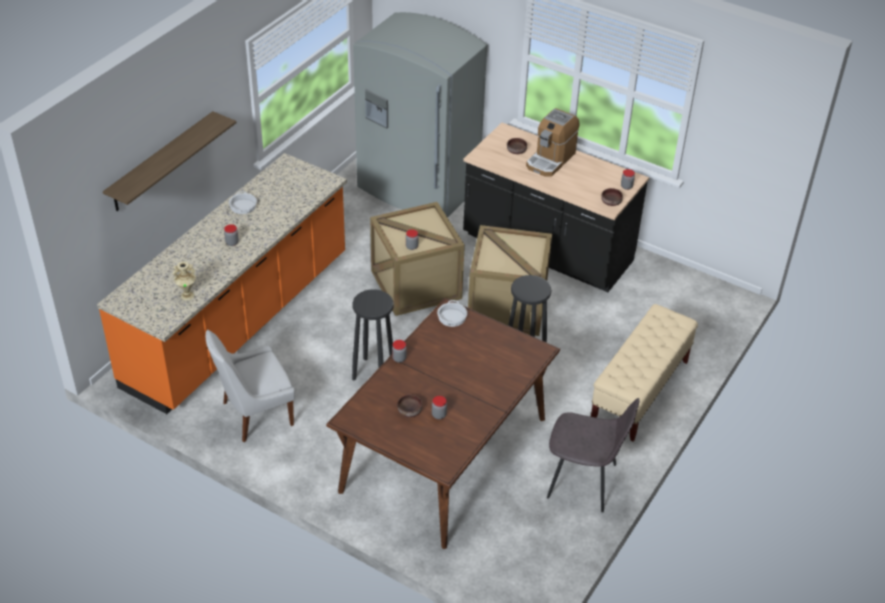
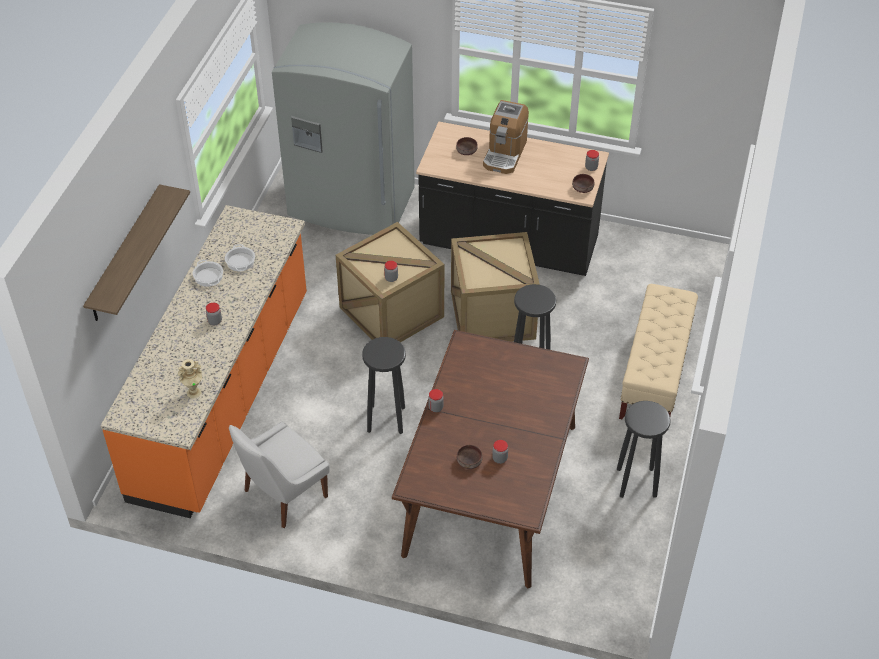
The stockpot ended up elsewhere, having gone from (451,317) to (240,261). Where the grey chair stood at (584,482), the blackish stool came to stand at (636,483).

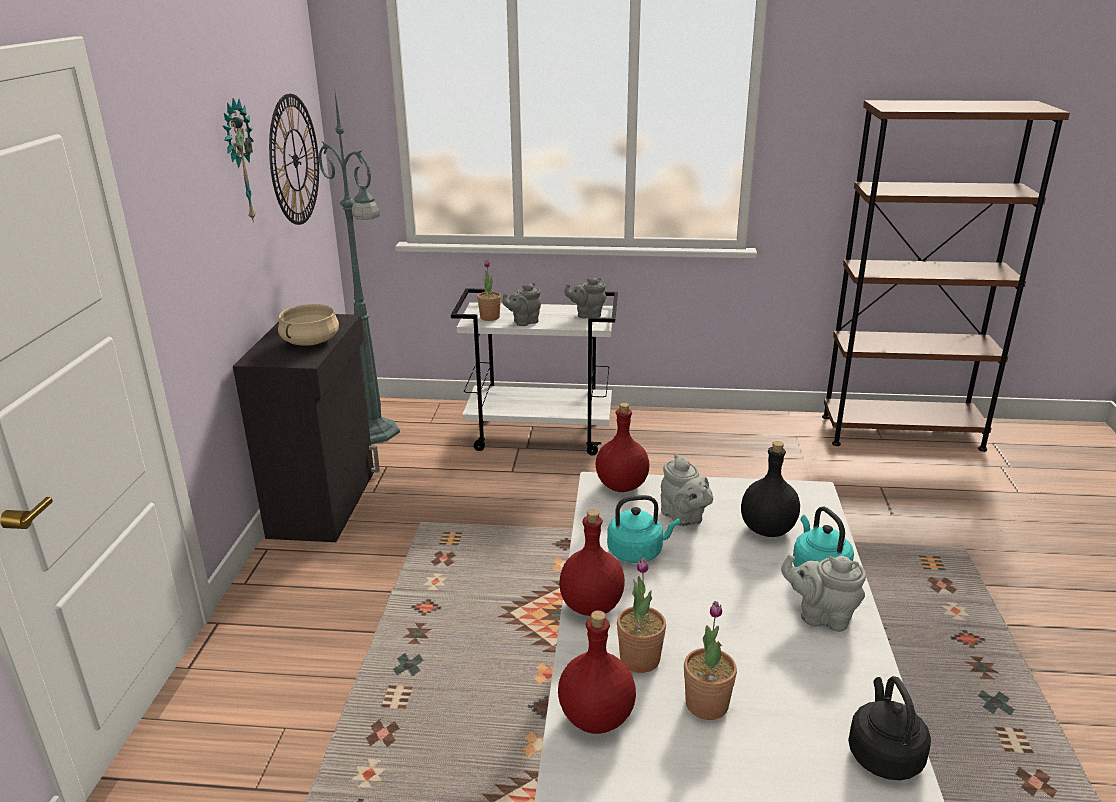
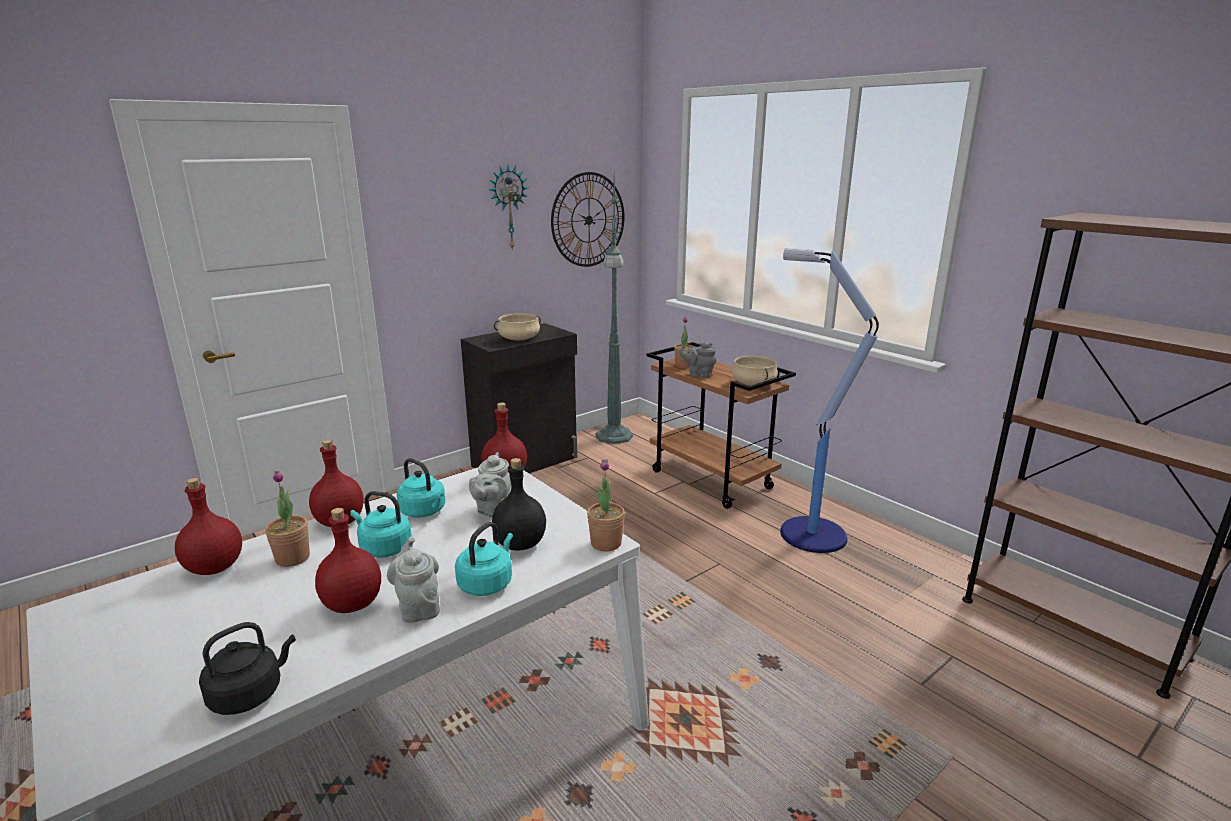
Where the grey tea pot stood at (587,315), the sand-coloured stockpot came to stand at (754,383). What was the white-coloured wheeled cart at (541,434) turned into the brownish wheeled cart at (712,480). The potted plant ended up elsewhere, having gone from (706,704) to (606,543). The second view gained the floor lamp at (810,534). The second view gained the turquoise-coloured water kettle at (383,548). The second view gained the reddish beverage bottle at (352,604).

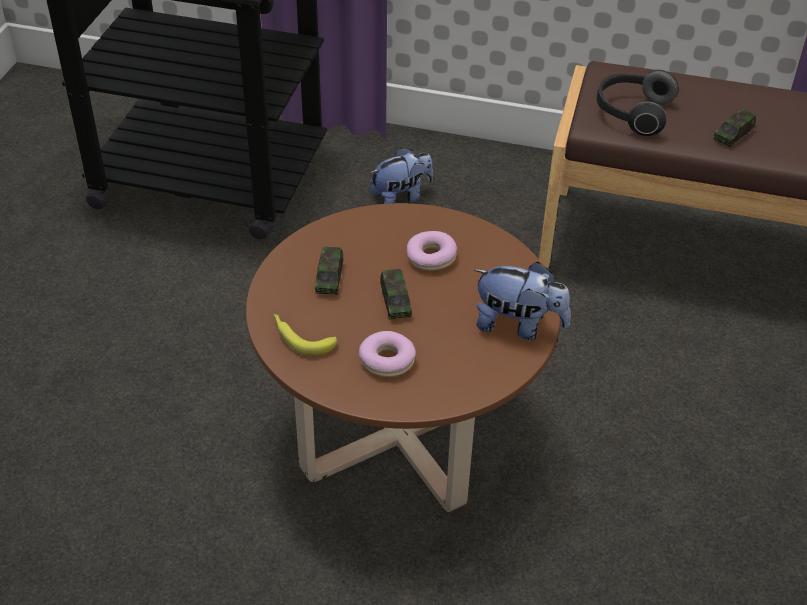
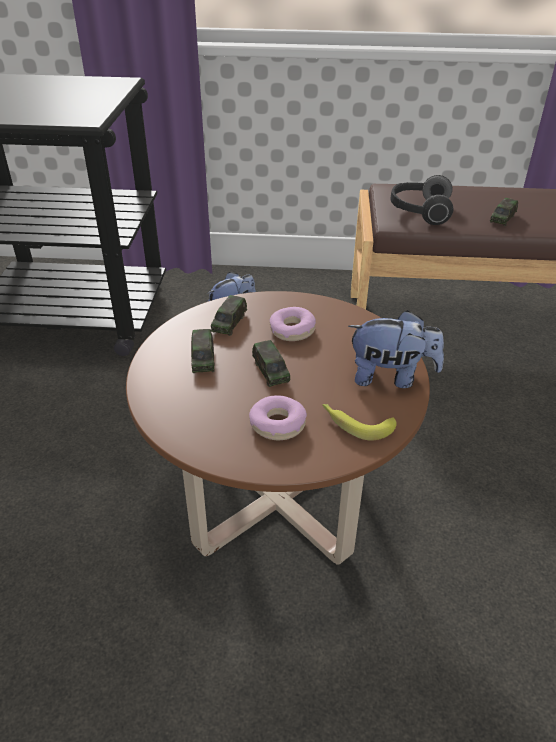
The whole banana ended up elsewhere, having gone from (300,338) to (355,424). The second view gained the model car at (229,323).

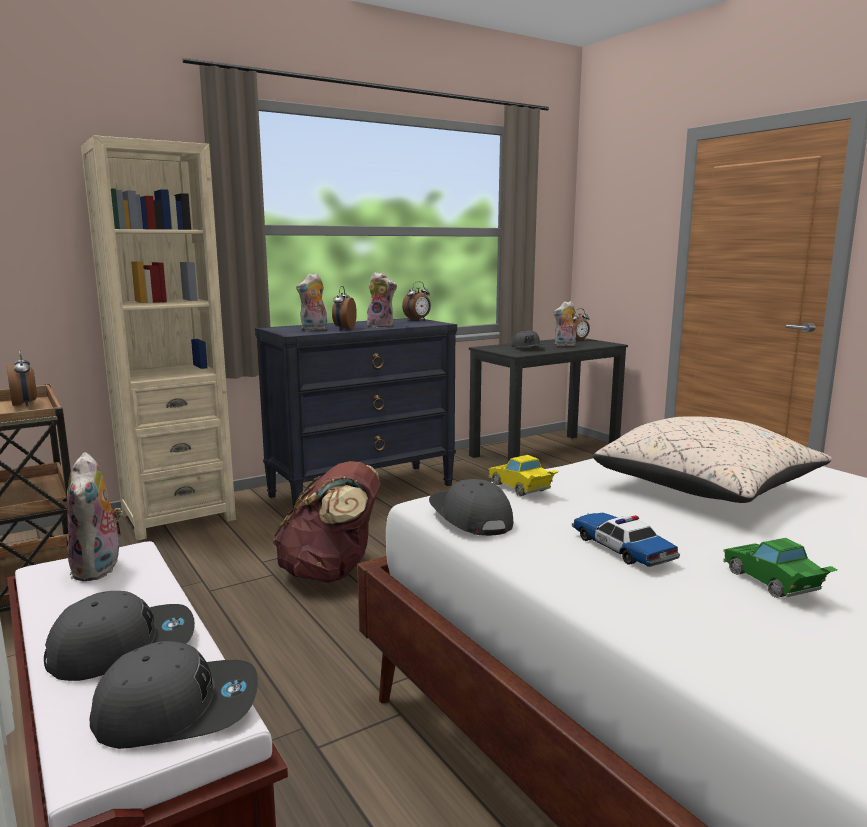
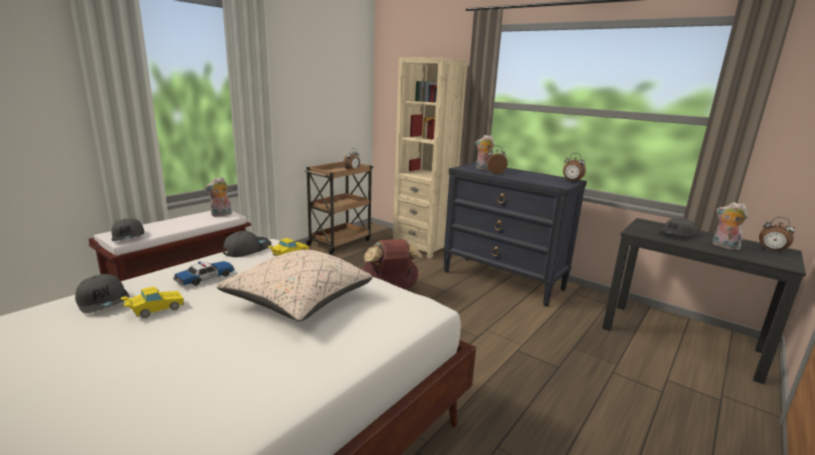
The second view lost the plush toy at (382,326). What was the greenish model car at (774,584) turned into the yellowish model car at (154,310). The grey peaked cap ended up elsewhere, having gone from (123,647) to (104,301).

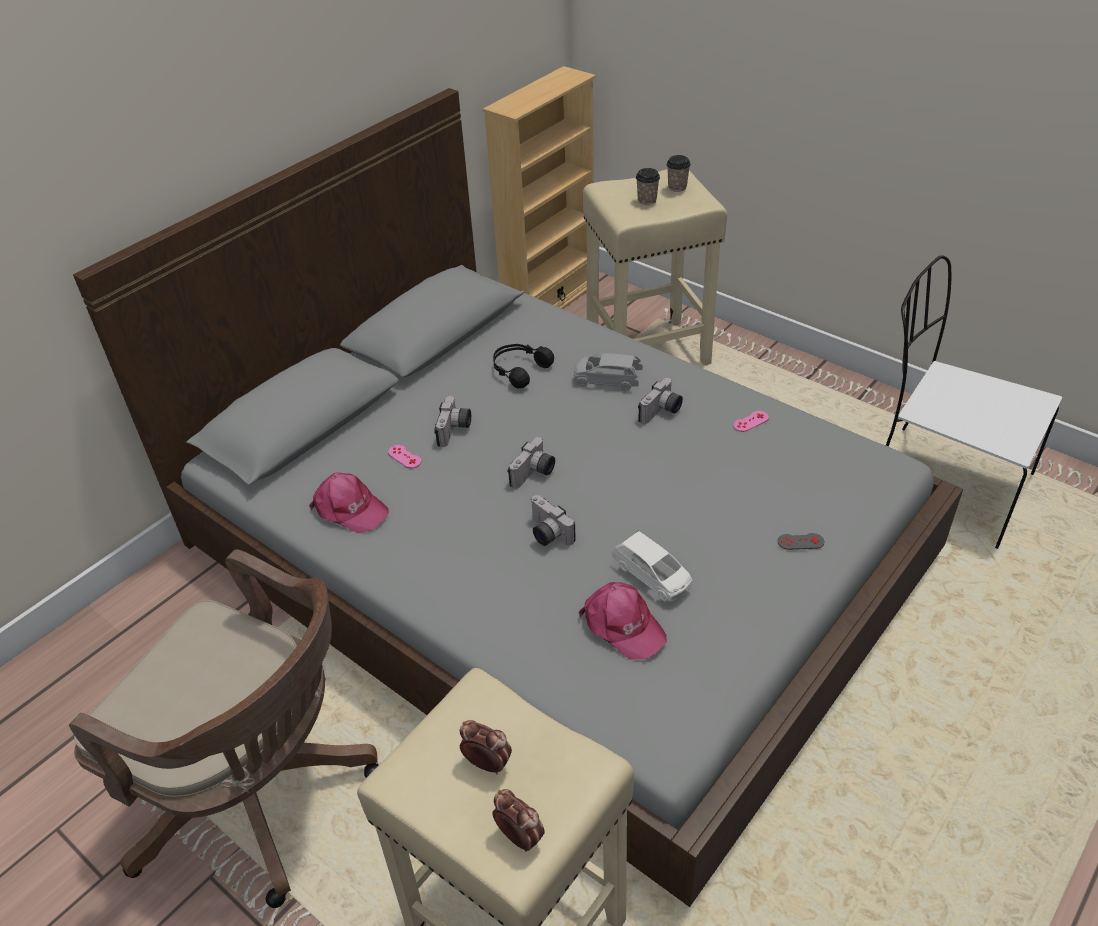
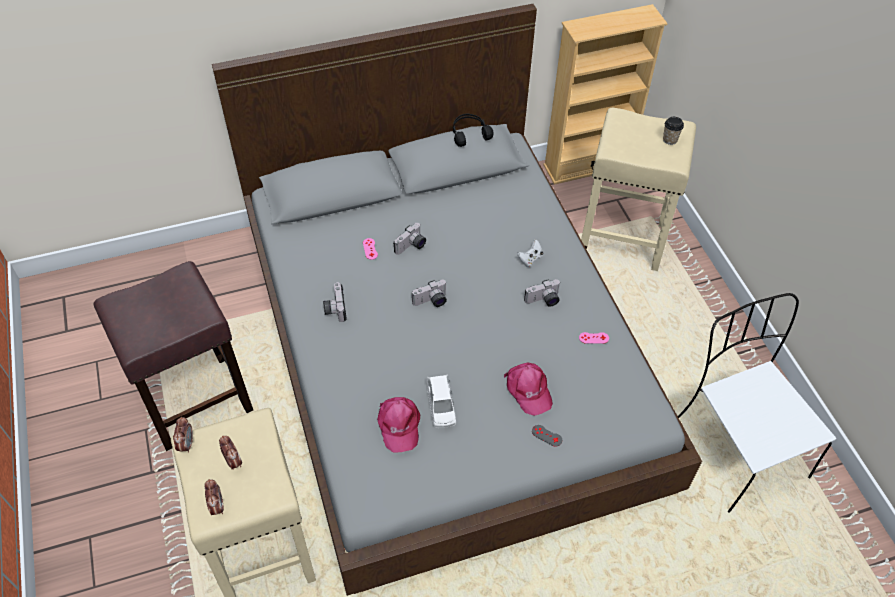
The second view lost the cup at (647,200). The blackish headphones ended up elsewhere, having gone from (519,370) to (469,134). Where the grey model car stood at (607,380), the white-coloured joypad came to stand at (530,259). The pinkish peaked cap ended up elsewhere, having gone from (349,509) to (528,390). The still camera ended up elsewhere, having gone from (547,534) to (334,308). Where the brownish computer chair stood at (262,797), the brownish stool came to stand at (194,403). The second view gained the alarm clock at (186,444).

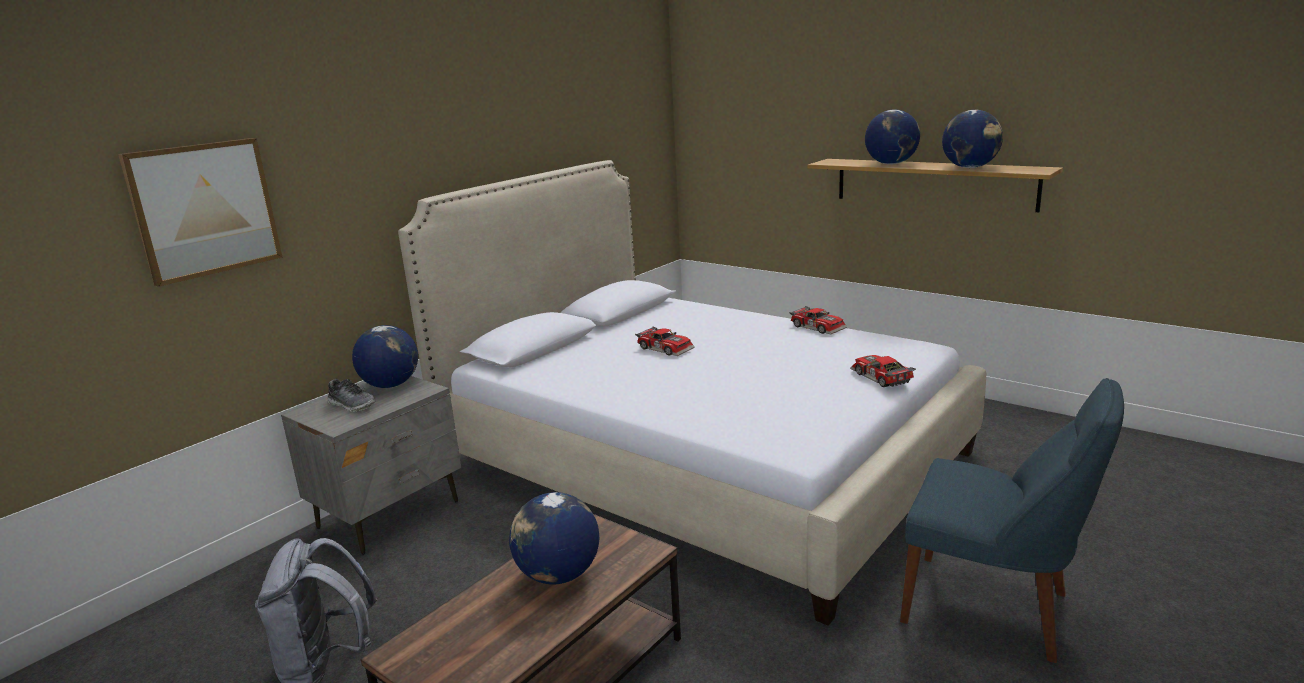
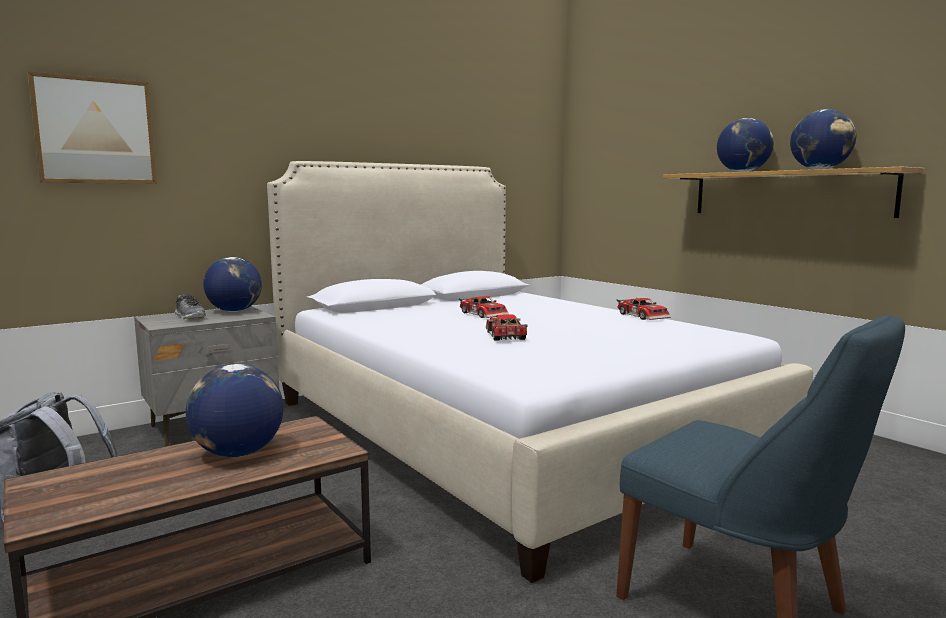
The model car ended up elsewhere, having gone from (880,377) to (503,335).

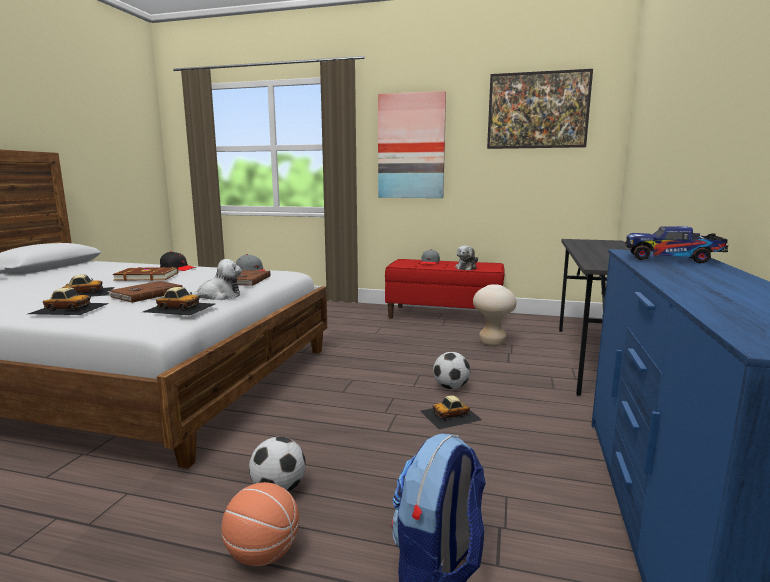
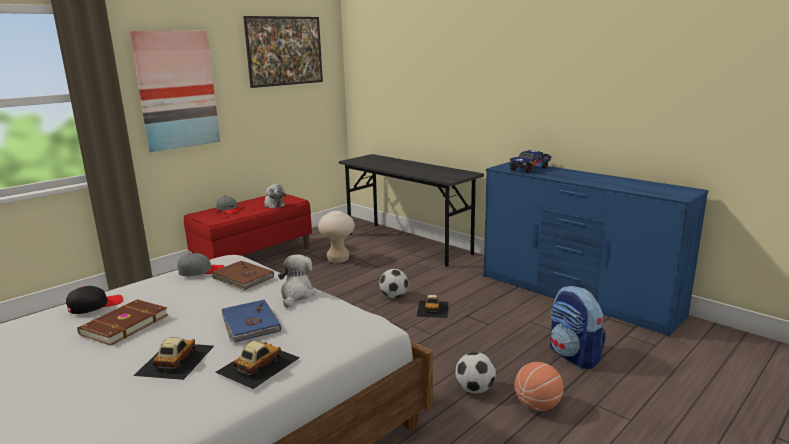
What was the brownish bound book at (146,294) turned into the blue bound book at (249,324). The second view lost the model car at (180,307).

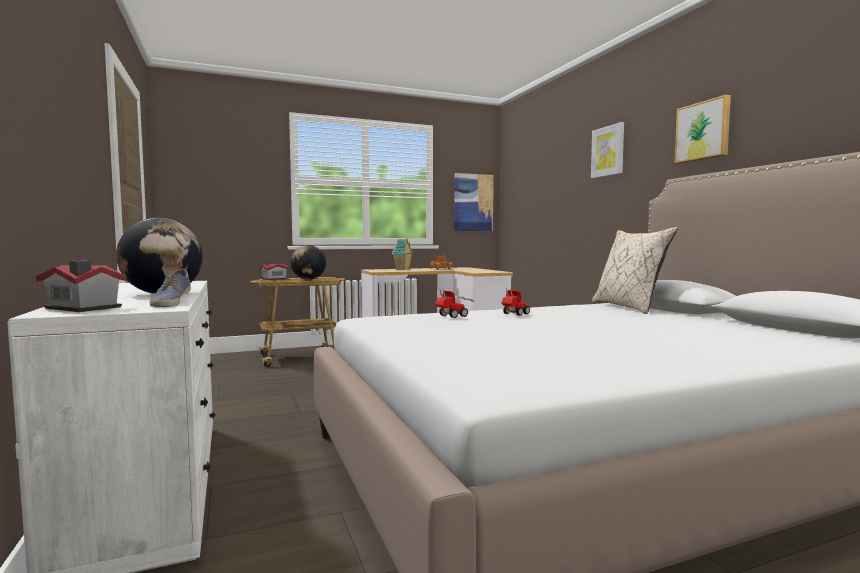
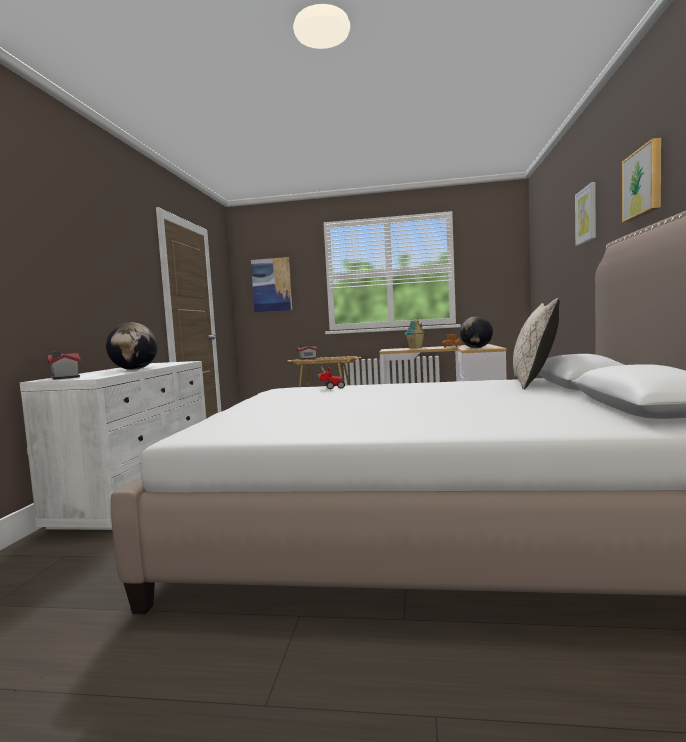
The wall picture ended up elsewhere, having gone from (473,202) to (271,285). The world globe ended up elsewhere, having gone from (308,279) to (476,348). The second view lost the shoe at (171,303). The second view lost the model car at (514,314).

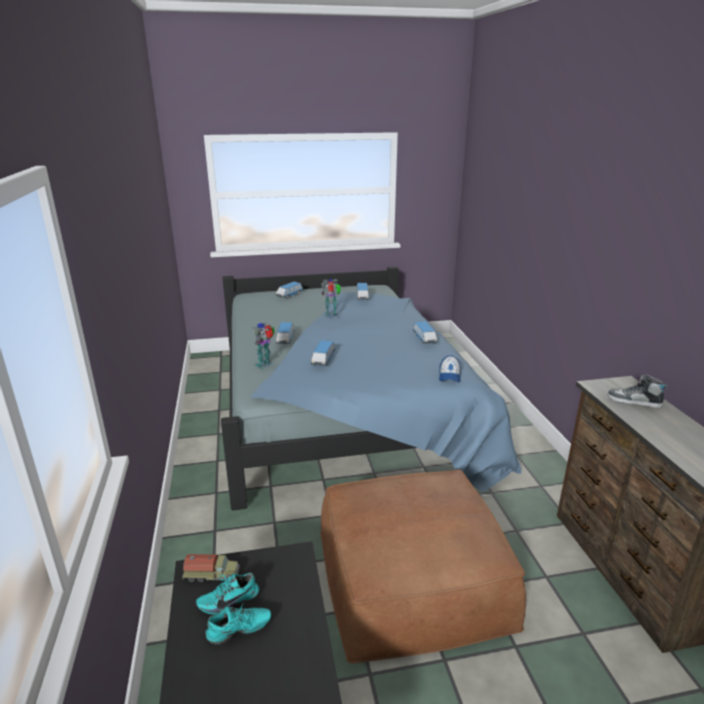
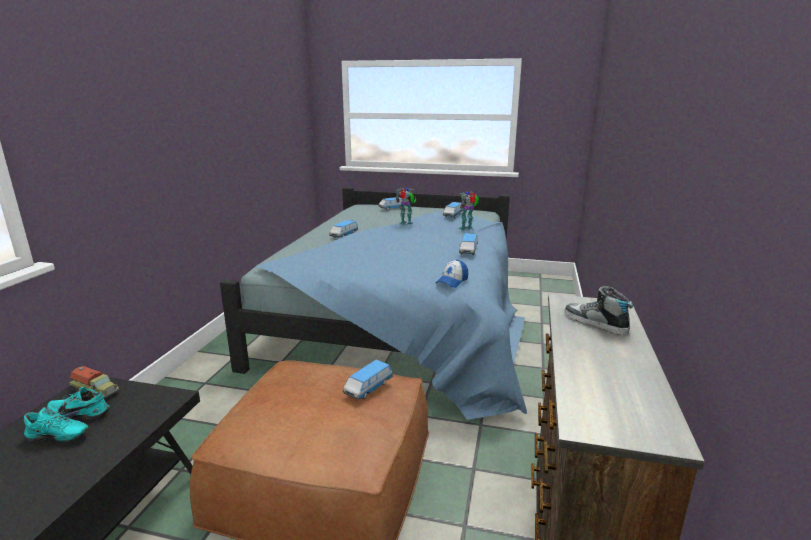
The toy robot ended up elsewhere, having gone from (265,364) to (467,229). The model car ended up elsewhere, having gone from (323,360) to (368,388).

